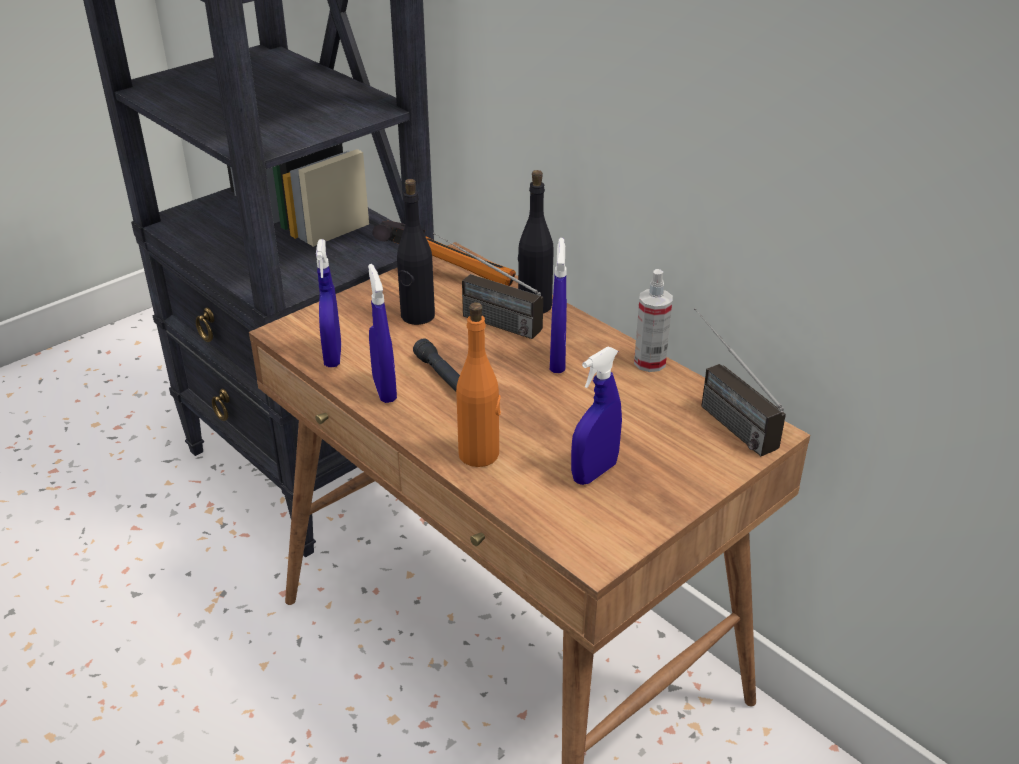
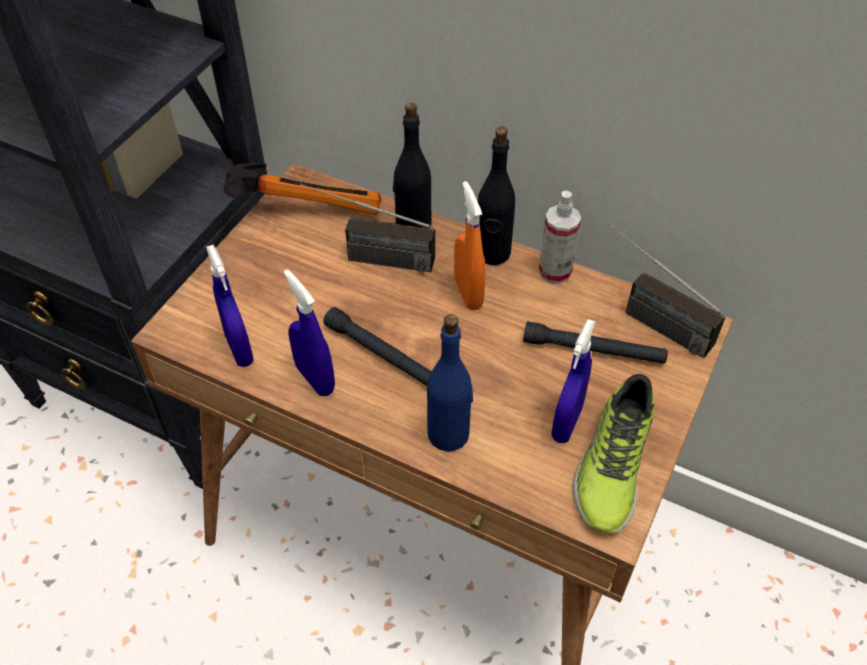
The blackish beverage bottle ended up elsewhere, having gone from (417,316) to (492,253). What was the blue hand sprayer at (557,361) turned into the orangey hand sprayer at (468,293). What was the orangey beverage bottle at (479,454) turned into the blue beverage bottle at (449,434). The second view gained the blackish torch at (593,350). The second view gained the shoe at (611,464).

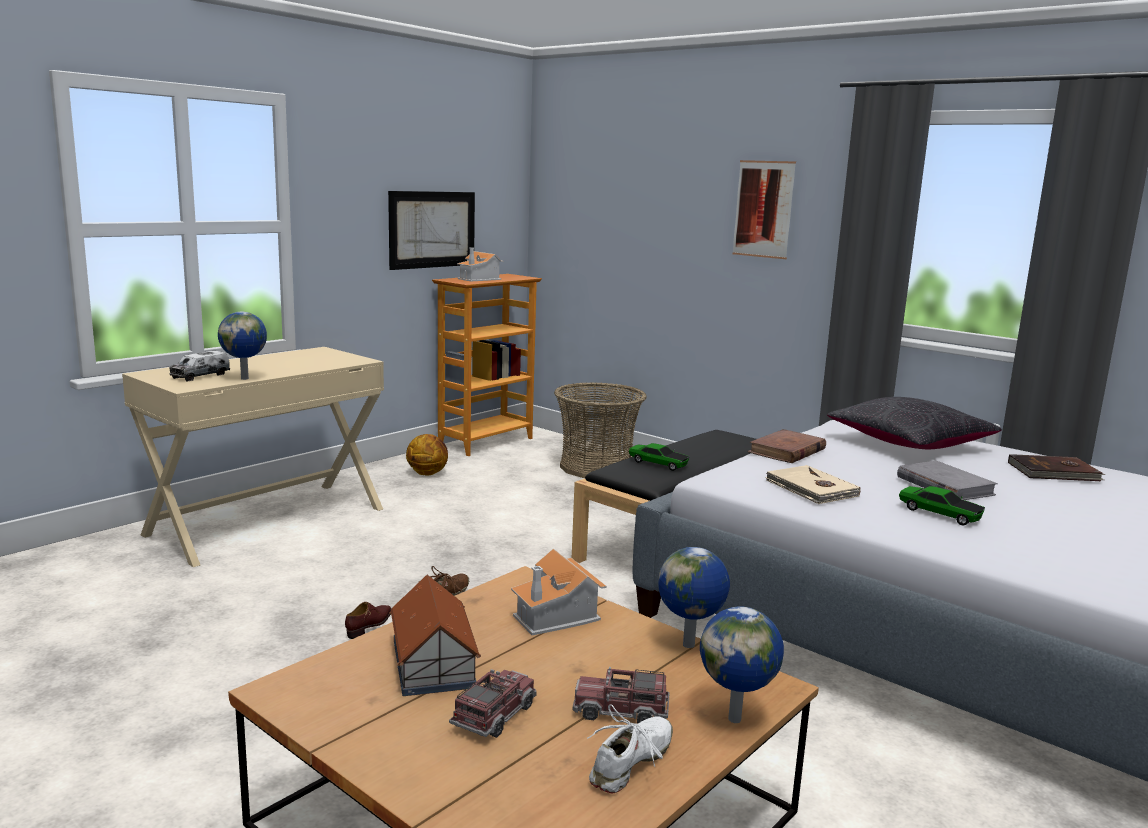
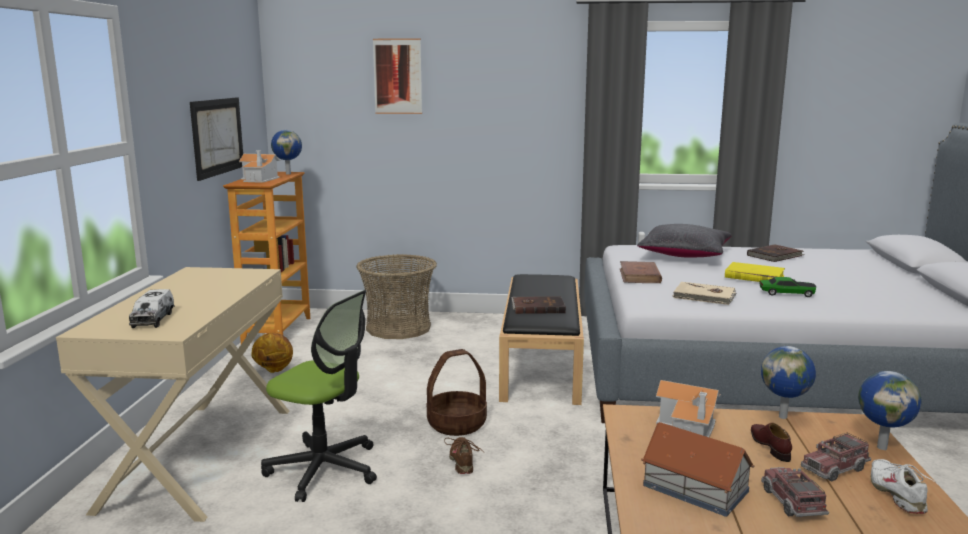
The wall picture ended up elsewhere, having gone from (763,209) to (397,76). The world globe ended up elsewhere, having gone from (245,378) to (288,174). Where the model car stood at (658,464), the brownish bound book came to stand at (537,307). What was the grey bound book at (944,486) turned into the yellowish bound book at (753,276). The brownish shoe ended up elsewhere, having gone from (370,625) to (770,446). The second view gained the computer chair at (324,469). The second view gained the household basket at (457,424).

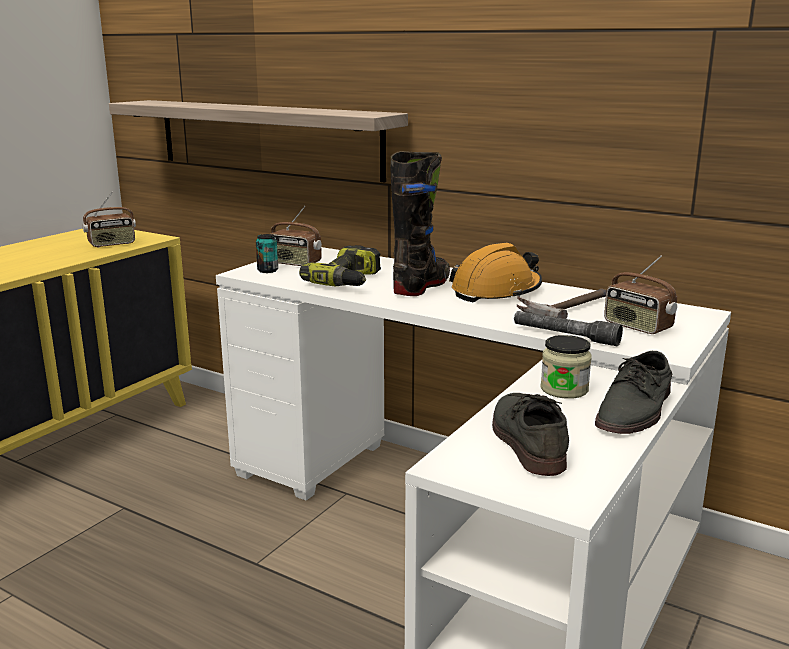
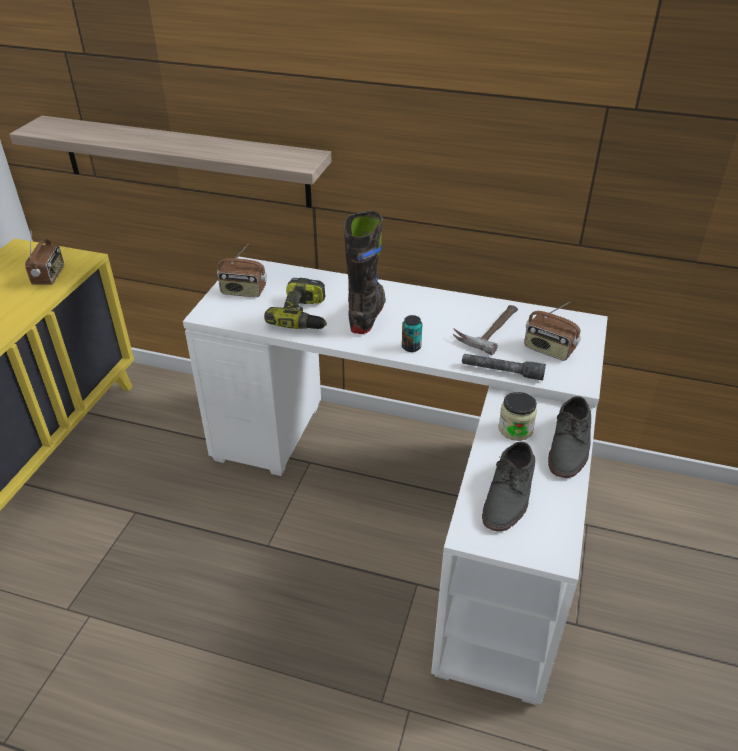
The radio receiver at (112,244) ended up facing another way, 45 degrees counterclockwise from before. The metal can ended up elsewhere, having gone from (267,270) to (411,347). The second view lost the orangey hard hat at (496,291). The grey shoe at (526,439) ended up facing another way, 135 degrees counterclockwise from before.

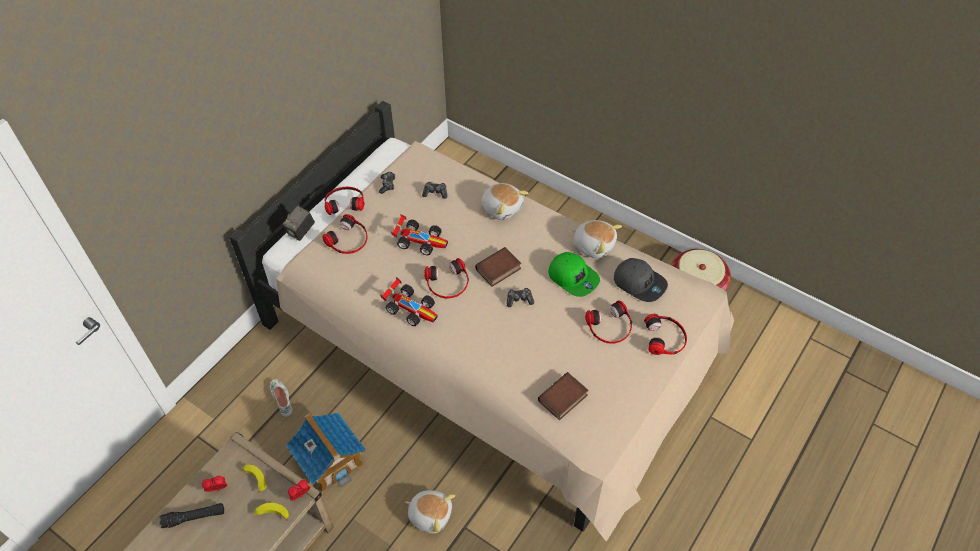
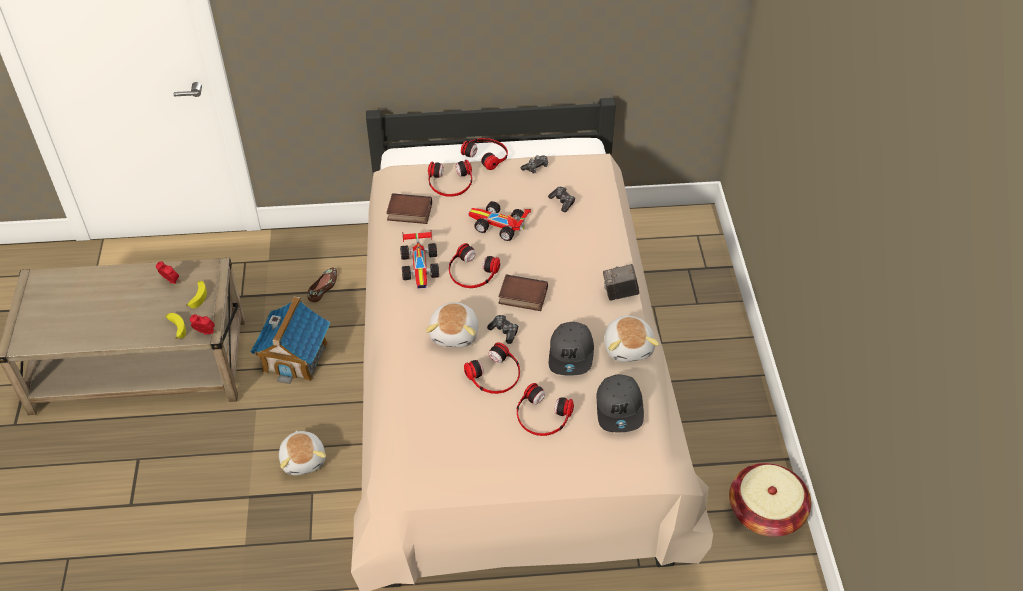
The plush toy ended up elsewhere, having gone from (502,207) to (455,333). The still camera ended up elsewhere, having gone from (301,232) to (620,293). The model car at (420,240) ended up facing another way, 135 degrees clockwise from before. What was the greenish peaked cap at (573,277) turned into the grey peaked cap at (571,354). The headphones ended up elsewhere, having gone from (665,338) to (495,375). The bound book ended up elsewhere, having gone from (563,399) to (408,213). What was the white-coloured shoe at (282,399) turned into the brownish shoe at (323,287). The second view lost the blackish torch at (194,517).

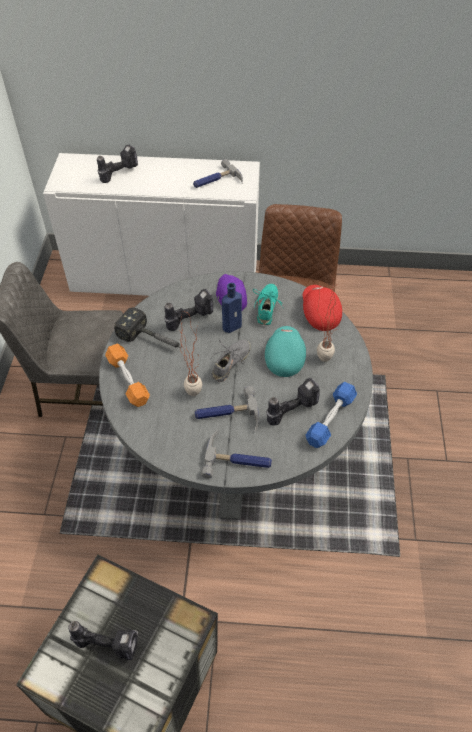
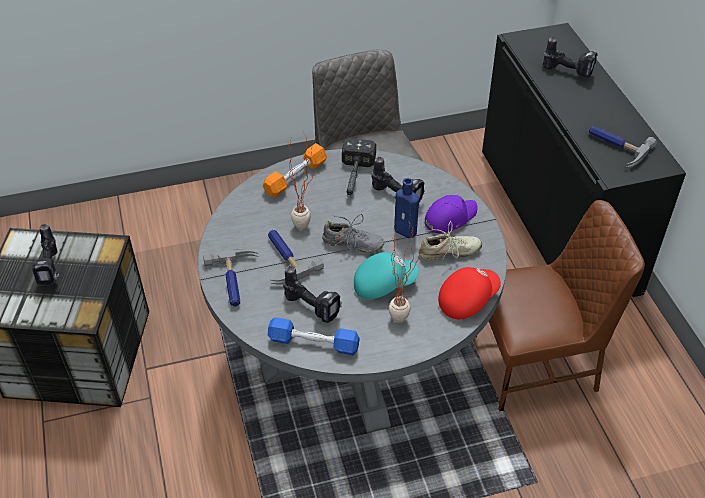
What was the white-coloured storage cabinet at (165,277) turned into the blackish storage cabinet at (557,219). What was the turquoise-coloured shoe at (267,308) turned into the sand-coloured shoe at (449,252).

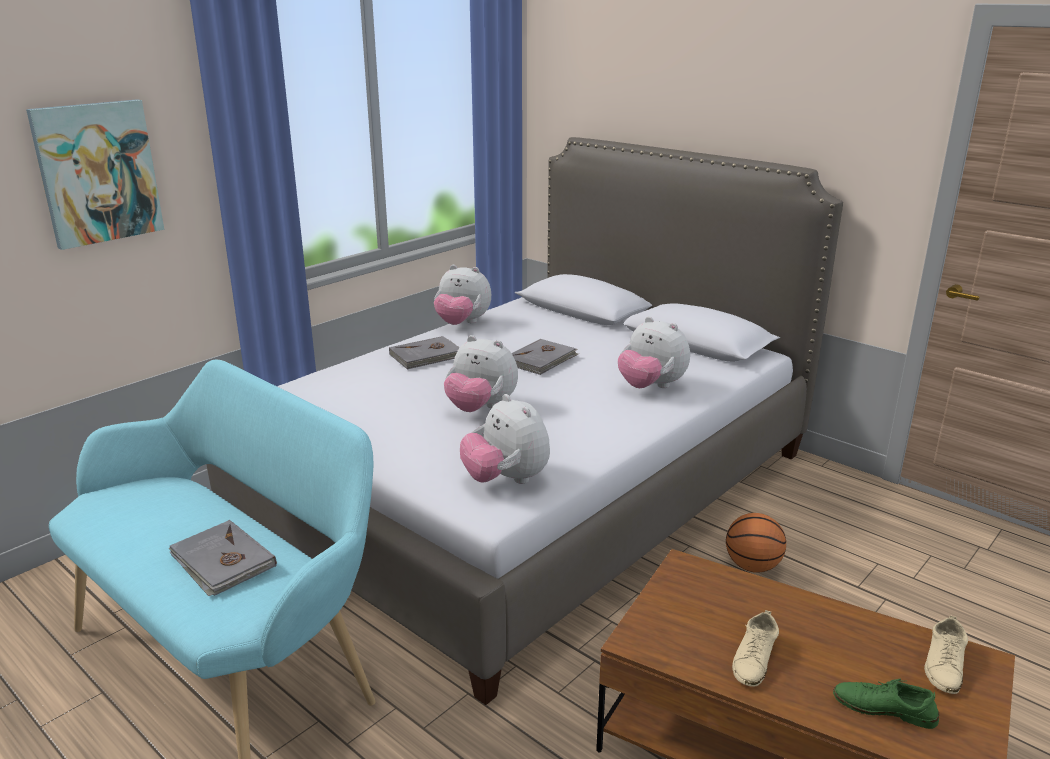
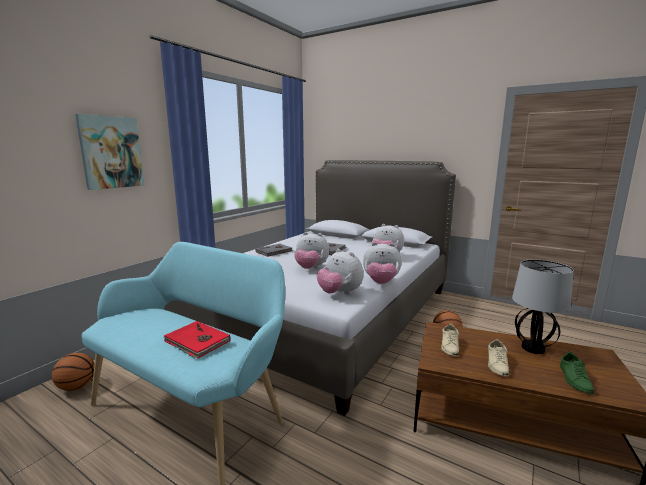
The plush toy ended up elsewhere, having gone from (462,324) to (381,283). What was the grey bound book at (222,562) turned into the reddish bound book at (197,342). The sand-coloured shoe ended up elsewhere, having gone from (944,665) to (450,346). The greenish shoe at (884,708) ended up facing another way, 90 degrees counterclockwise from before. The second view gained the tabletop lamp at (532,348). The second view gained the basketball ball at (77,386).

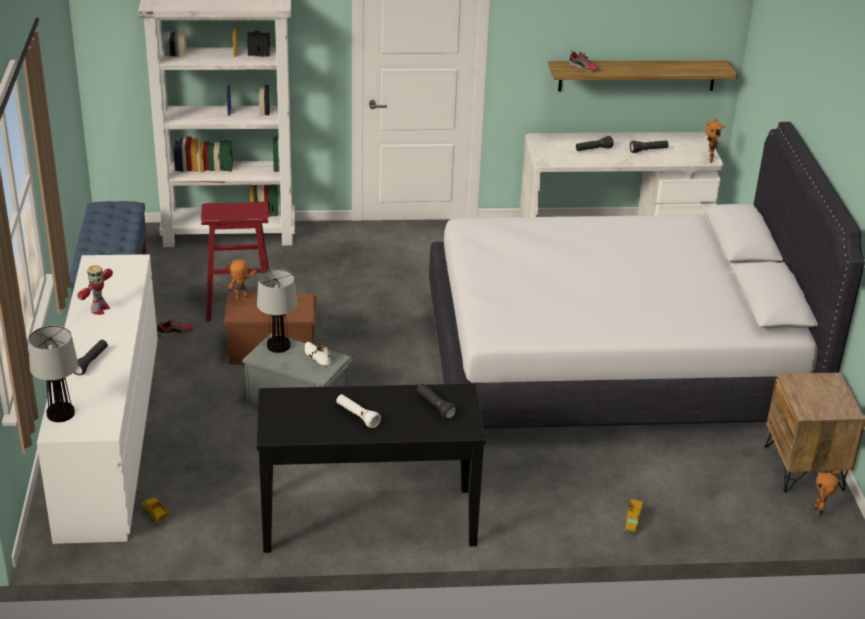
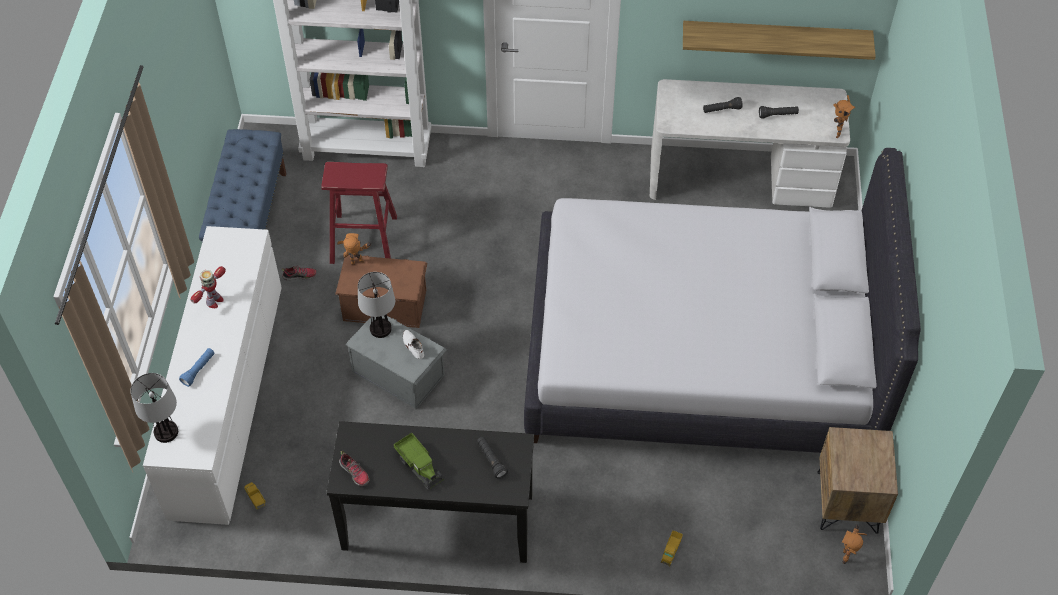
The shoe ended up elsewhere, having gone from (583,68) to (355,472). What was the blackish torch at (91,362) turned into the blue torch at (199,370). Where the white-coloured torch stood at (357,416), the model truck came to stand at (419,465).

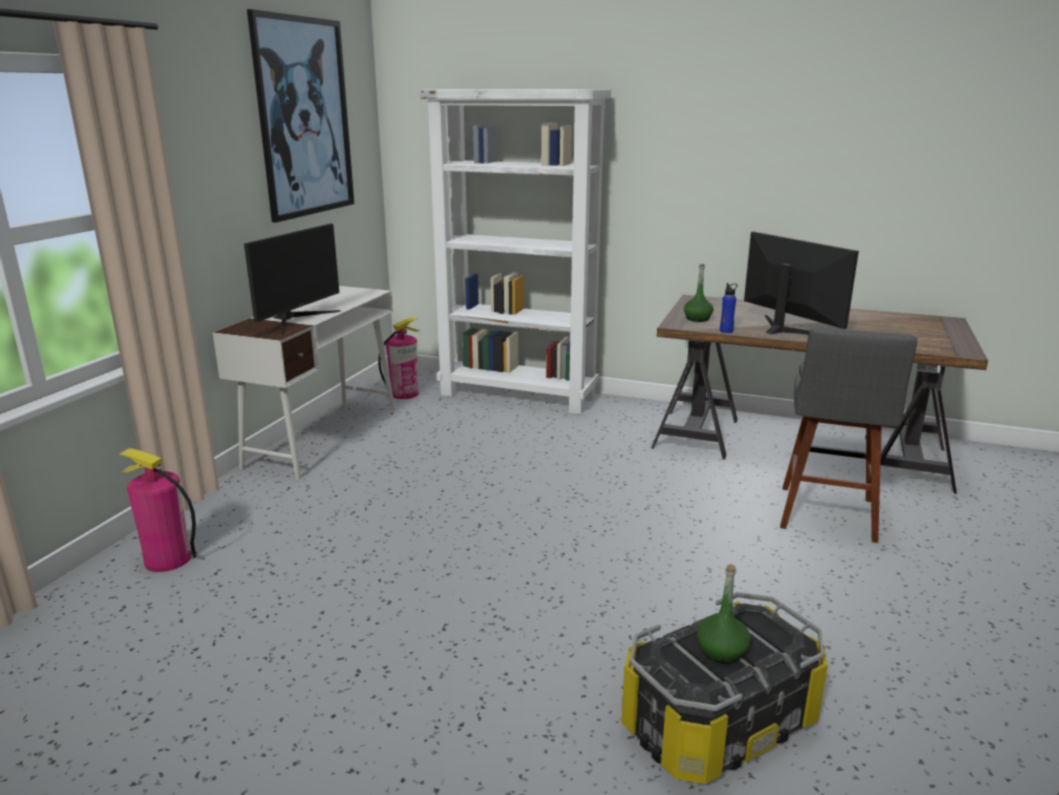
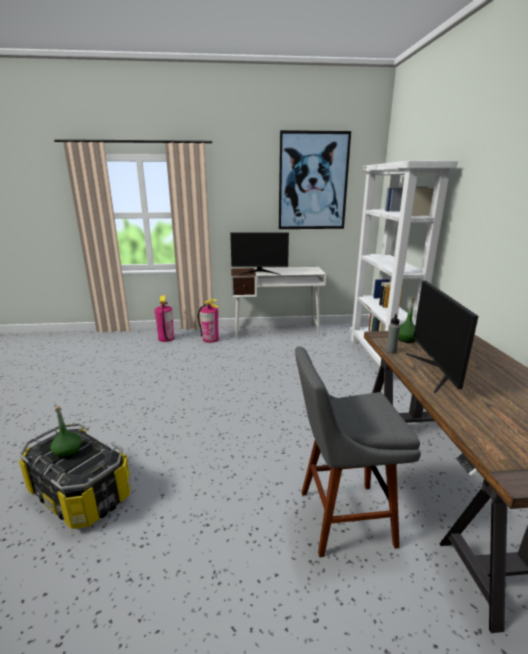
The computer screen at (786,328) ended up facing another way, 150 degrees clockwise from before. What was the blue beverage bottle at (726,331) turned into the grey beverage bottle at (391,351). The fire extinguisher ended up elsewhere, having gone from (404,393) to (211,339).

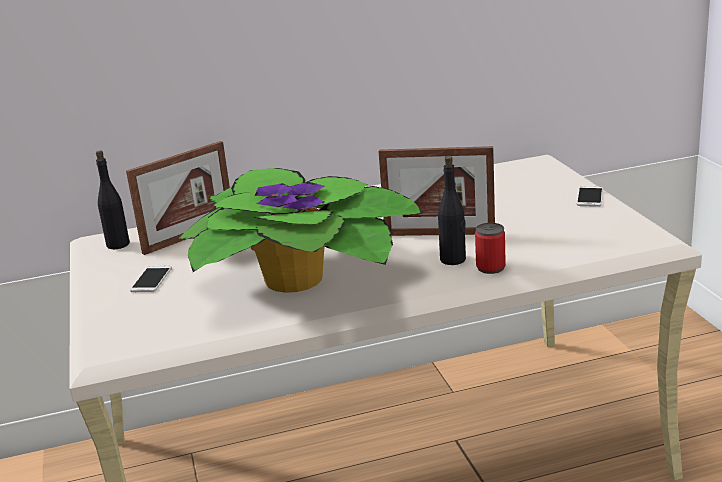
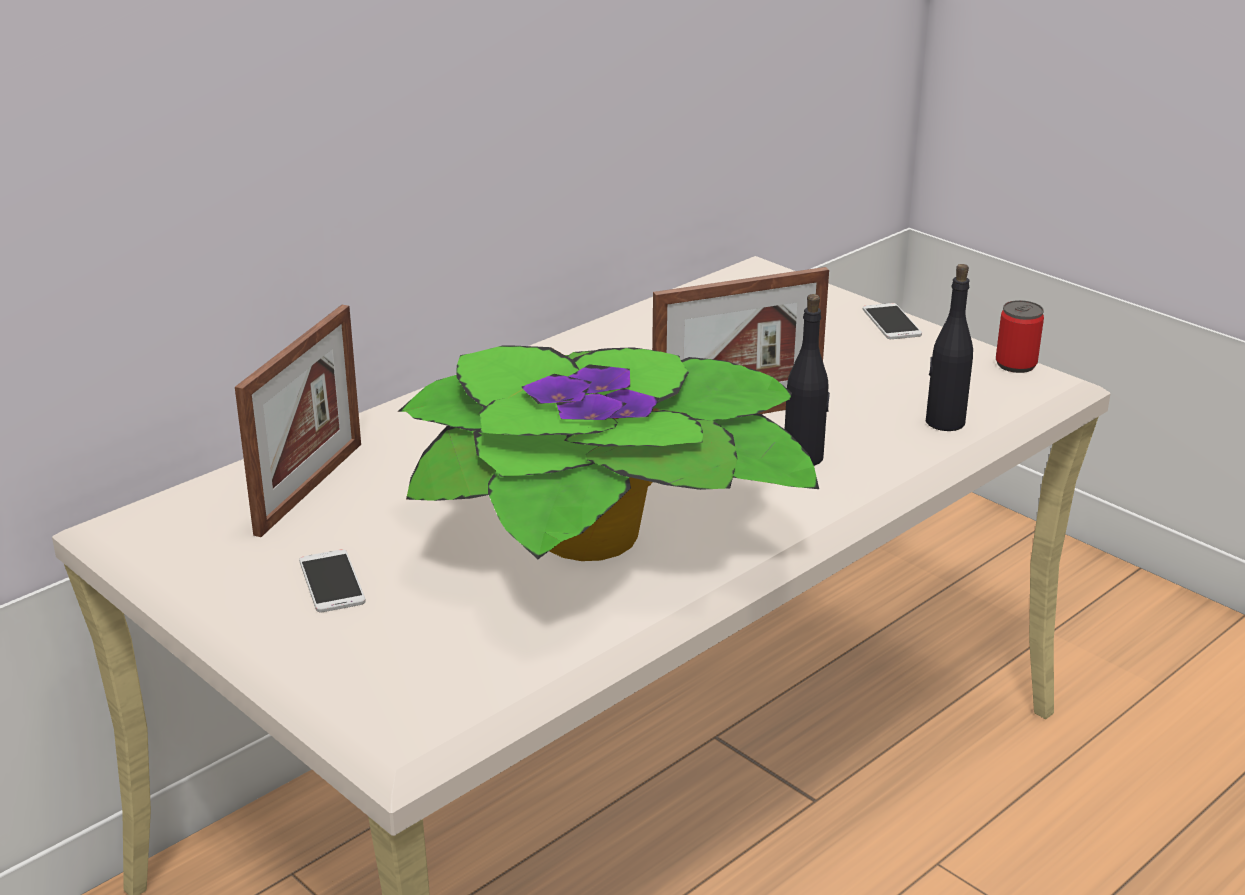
The blackish beverage bottle ended up elsewhere, having gone from (118,244) to (944,422). The metal can ended up elsewhere, having gone from (490,268) to (1015,364).

